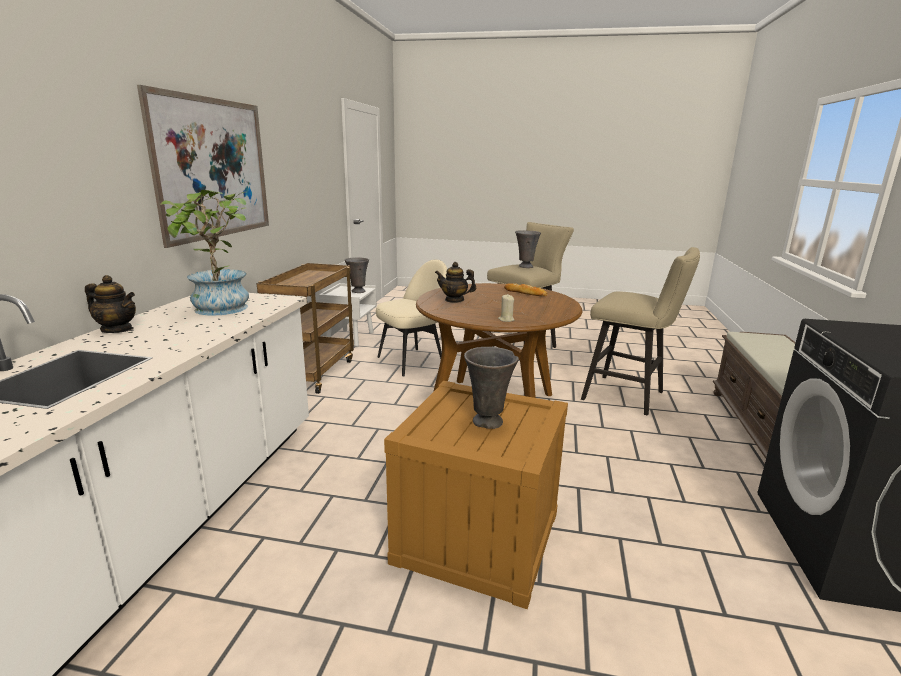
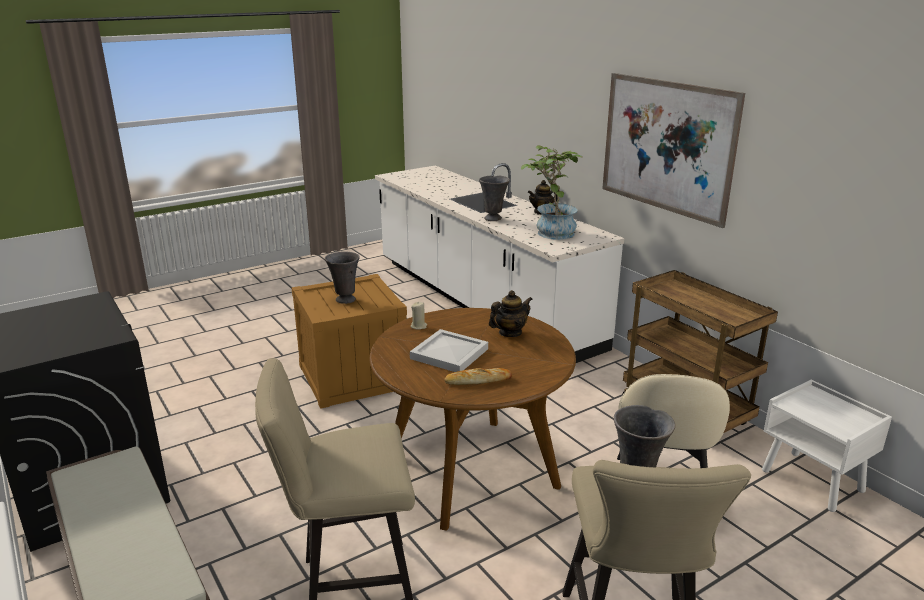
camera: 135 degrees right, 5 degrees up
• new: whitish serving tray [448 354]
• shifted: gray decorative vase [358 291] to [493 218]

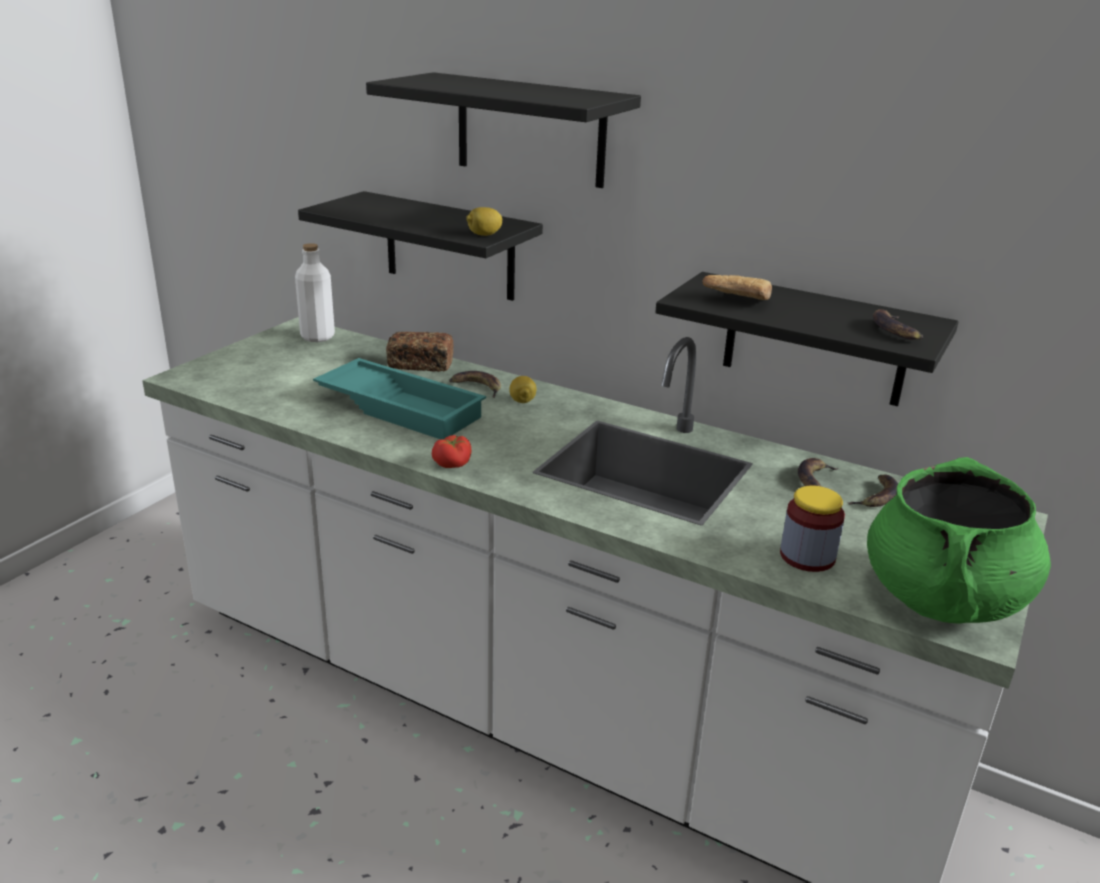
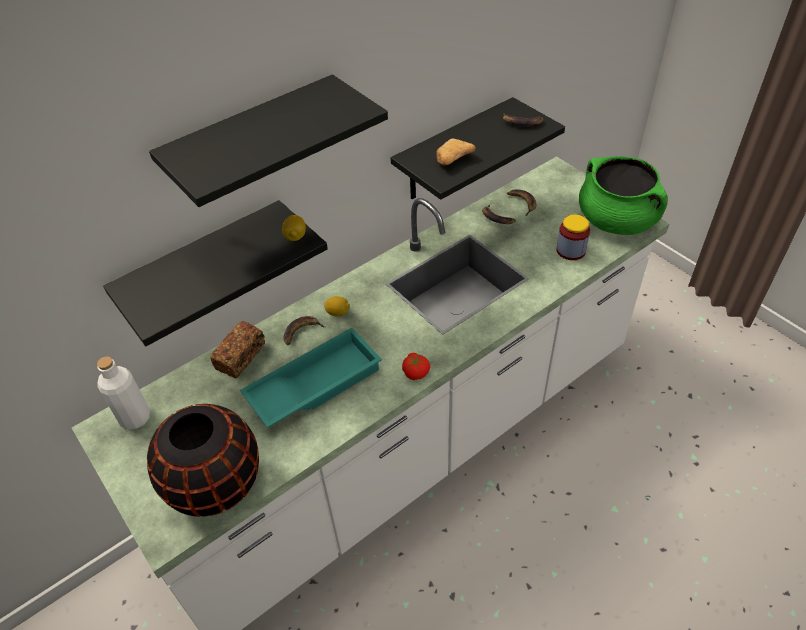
camera: 65 degrees left, 20 degrees up
• new: blackish decorative vase [215 484]

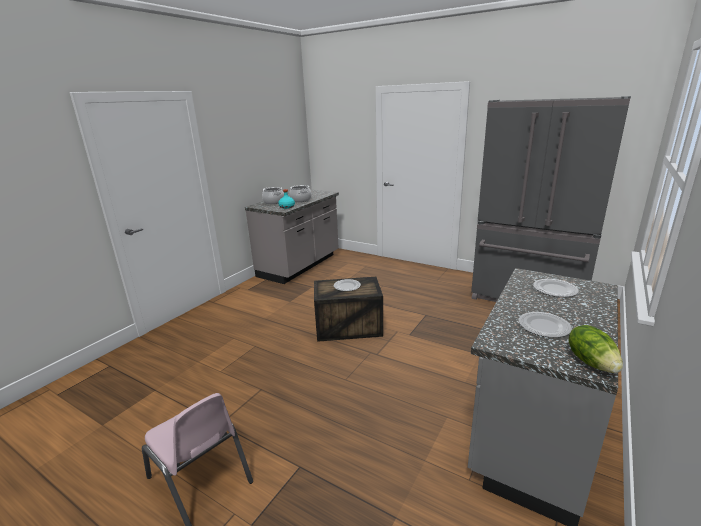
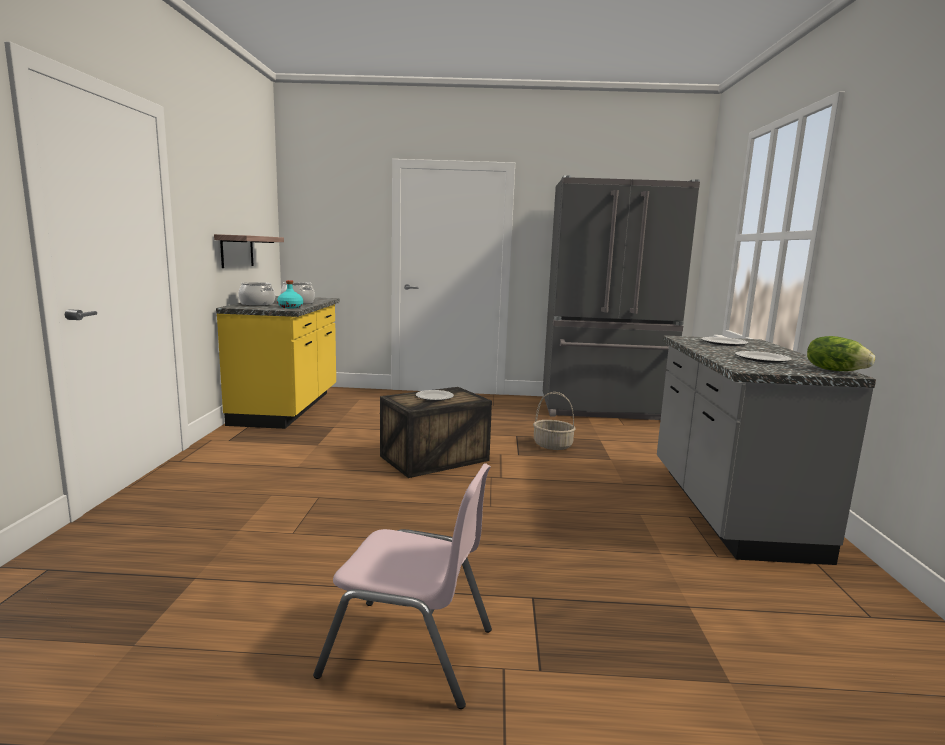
camera: 30 degrees left, 10 degrees down
• new: shelf [237 251]
• repainted: gray counter [300 266] to yellow counter [288 408]
• new: storage basket [553 445]

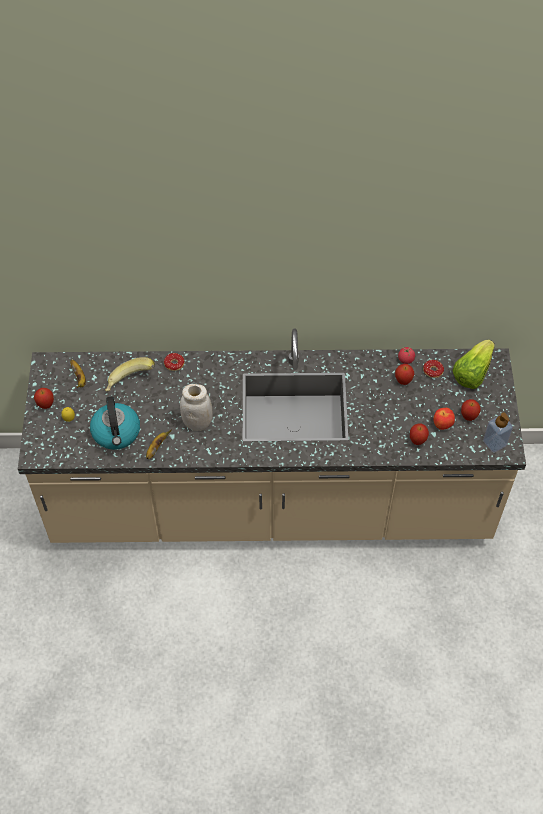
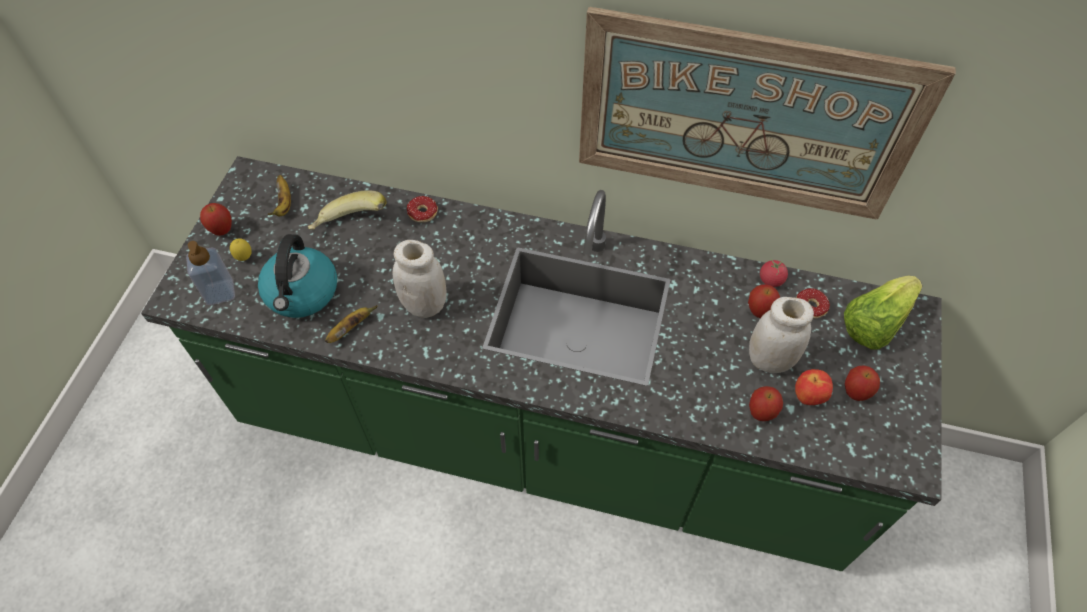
camera: 15 degrees right, 0 degrees up
• repainted: beige-coloured counter [271 504] to green-coloured counter [543 437]
• shifted: soap bottle [494 443] to [220 292]
• new: wall picture [744 117]
• new: whitish jar [769 360]

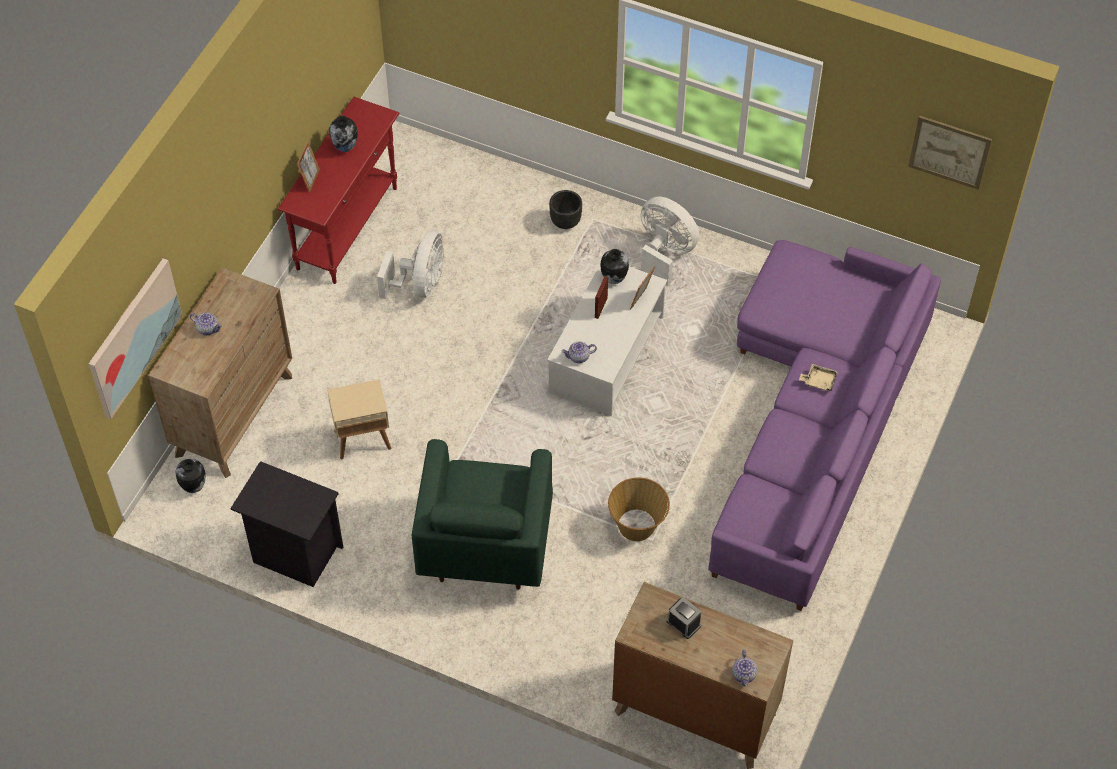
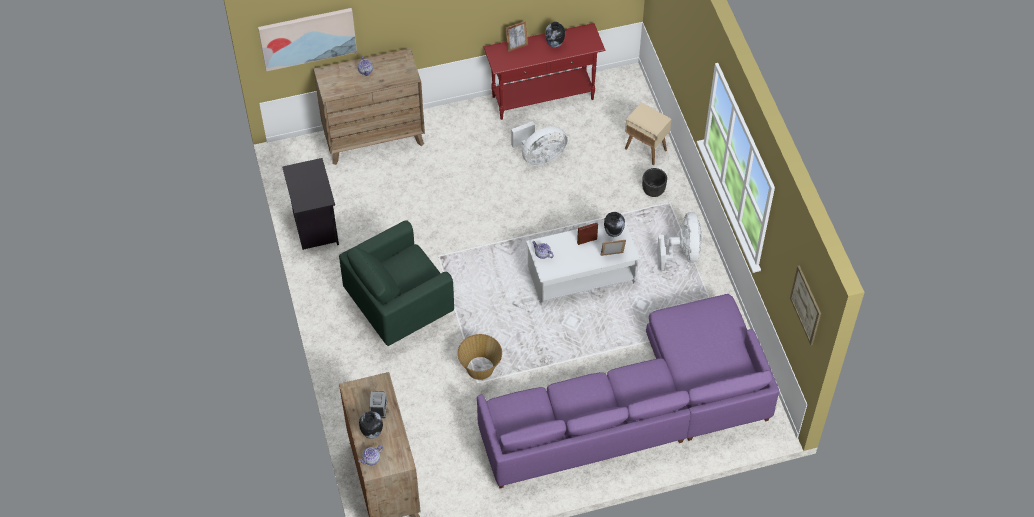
camera: 50 degrees right, 0 degrees up
• shifted: decorative vase [193 487] to [372 433]
• shifted: beige-coloured end table [363 439] to [646 149]
• gone: beige-coloured serving tray [819 381]

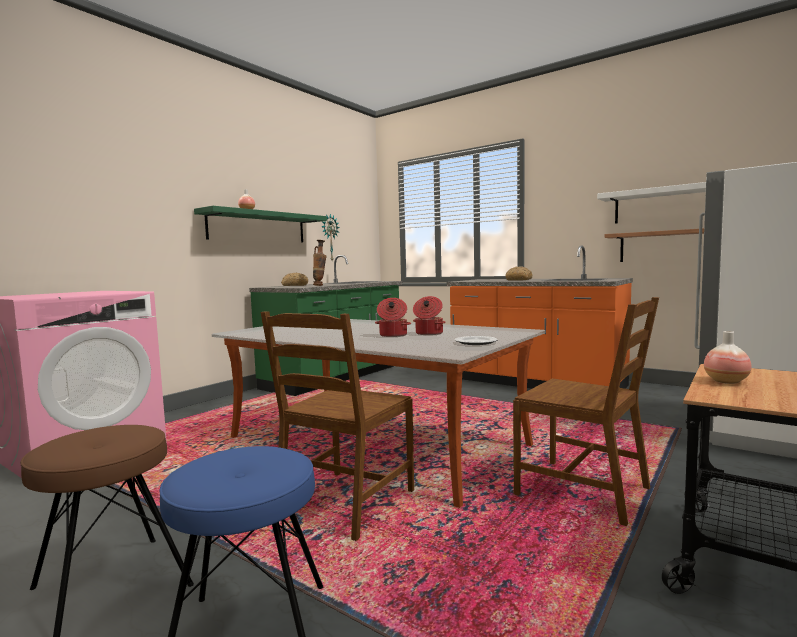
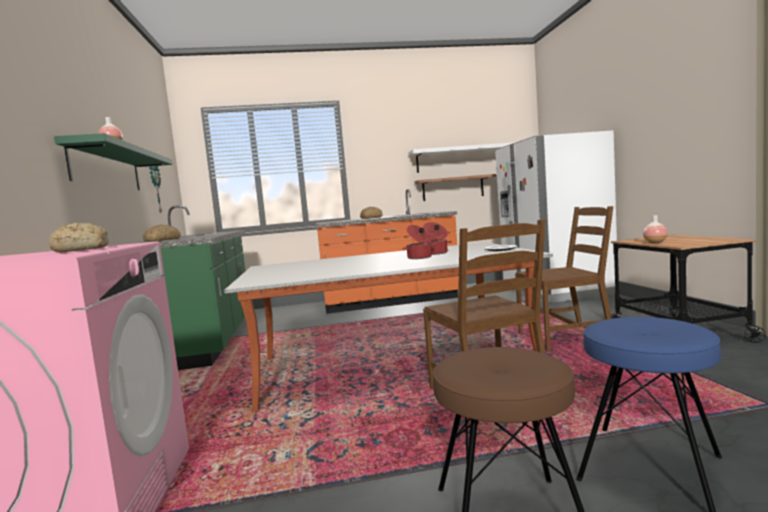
camera: 45 degrees left, 0 degrees up
• new: baked bread [80 250]
• gone: decorative vase [320 285]

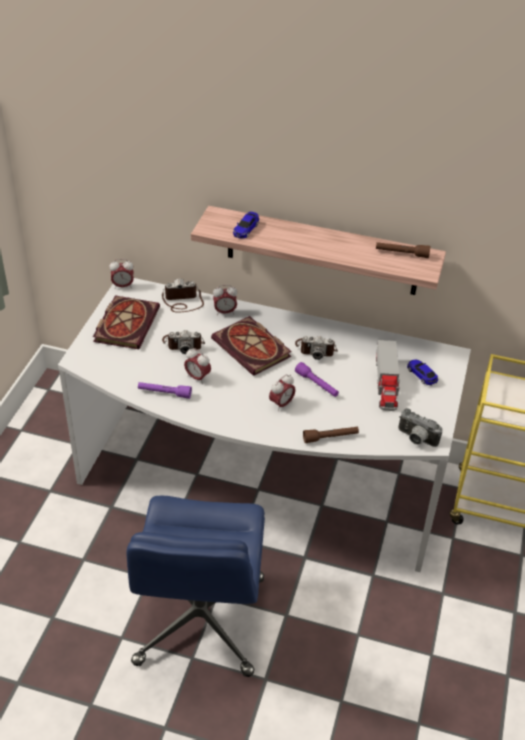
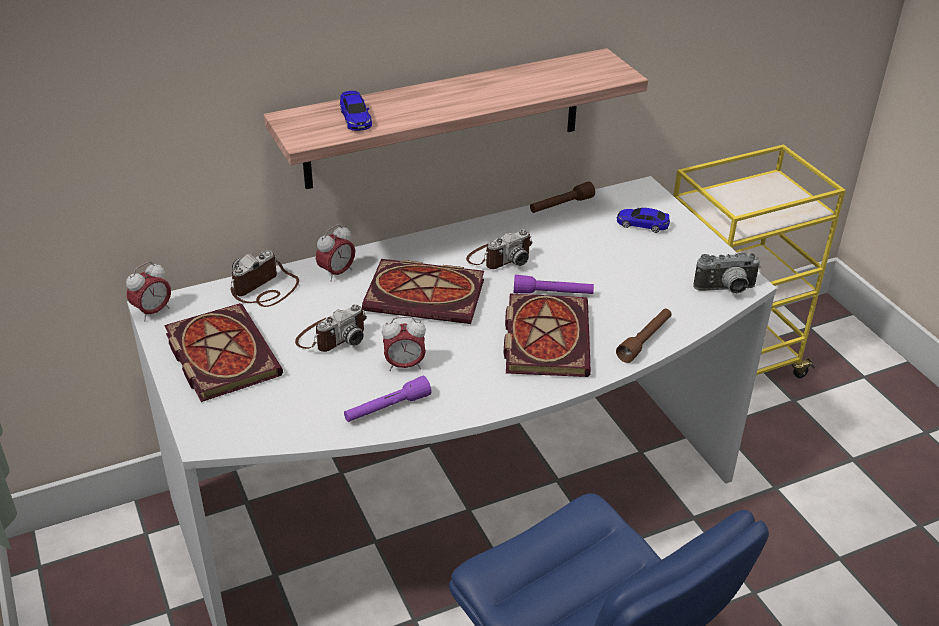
camera: 40 degrees left, 5 degrees down
• swapped: alarm clock [281 404] to book [544 337]
• shifted: brownish torch [401 254] to [561 206]
• gone: toy truck [386 383]

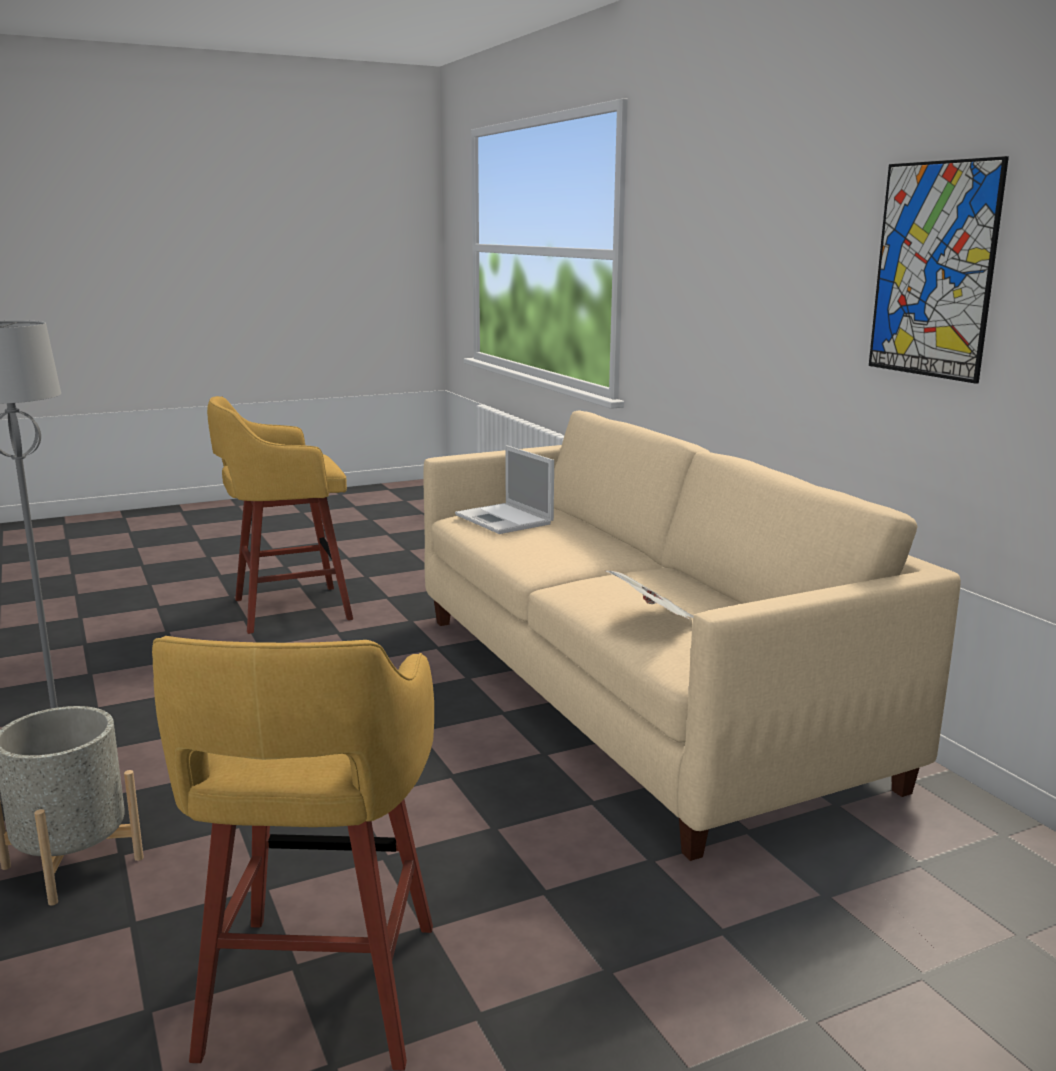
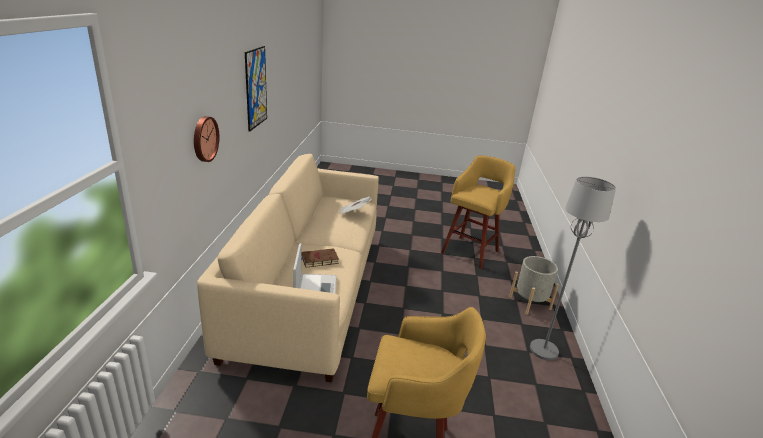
camera: 150 degrees left, 10 degrees up
• new: hanging clock [204 139]
• new: brownish book [318 260]

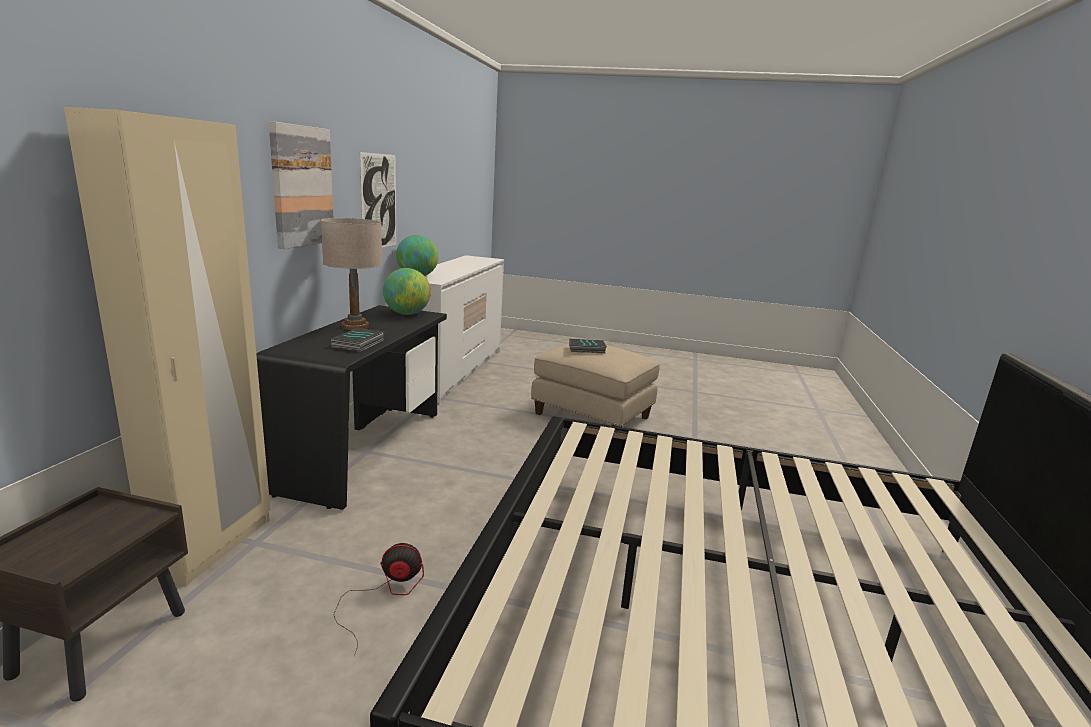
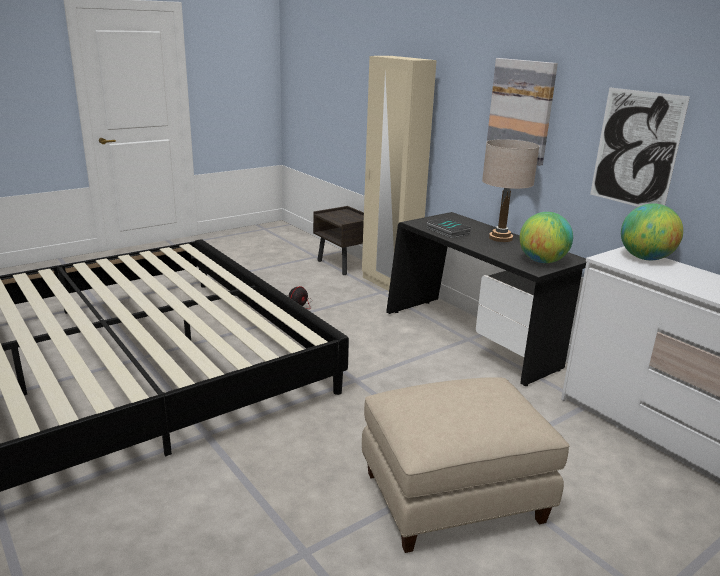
camera: 130 degrees right, 5 degrees up
• gone: book [586 349]

